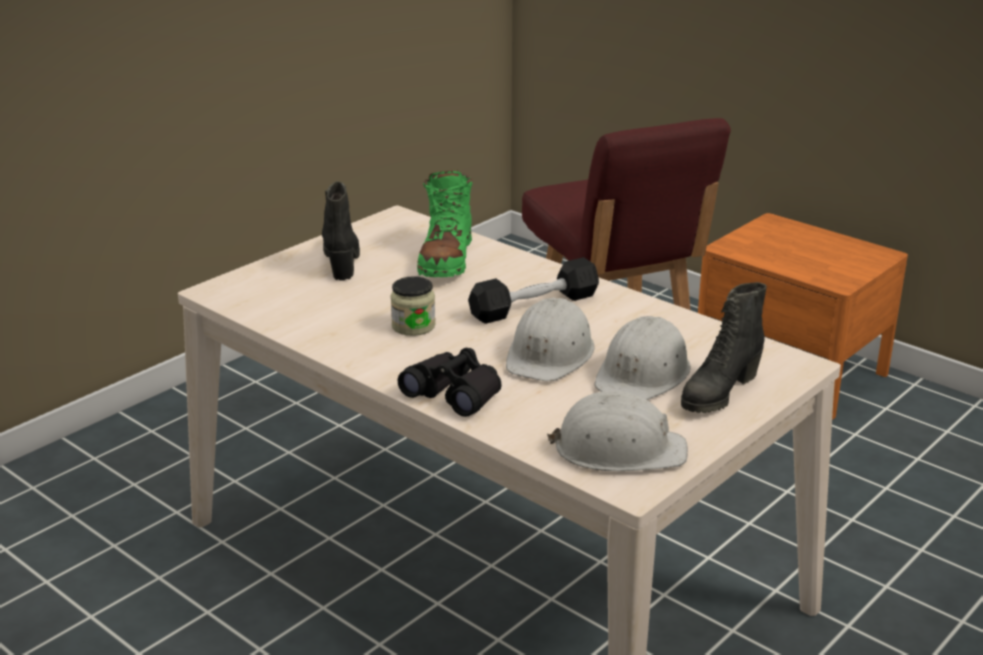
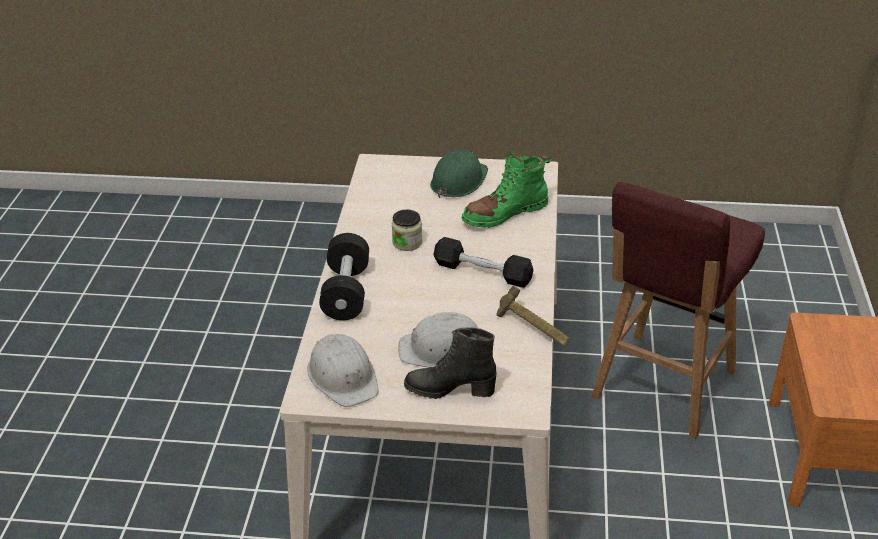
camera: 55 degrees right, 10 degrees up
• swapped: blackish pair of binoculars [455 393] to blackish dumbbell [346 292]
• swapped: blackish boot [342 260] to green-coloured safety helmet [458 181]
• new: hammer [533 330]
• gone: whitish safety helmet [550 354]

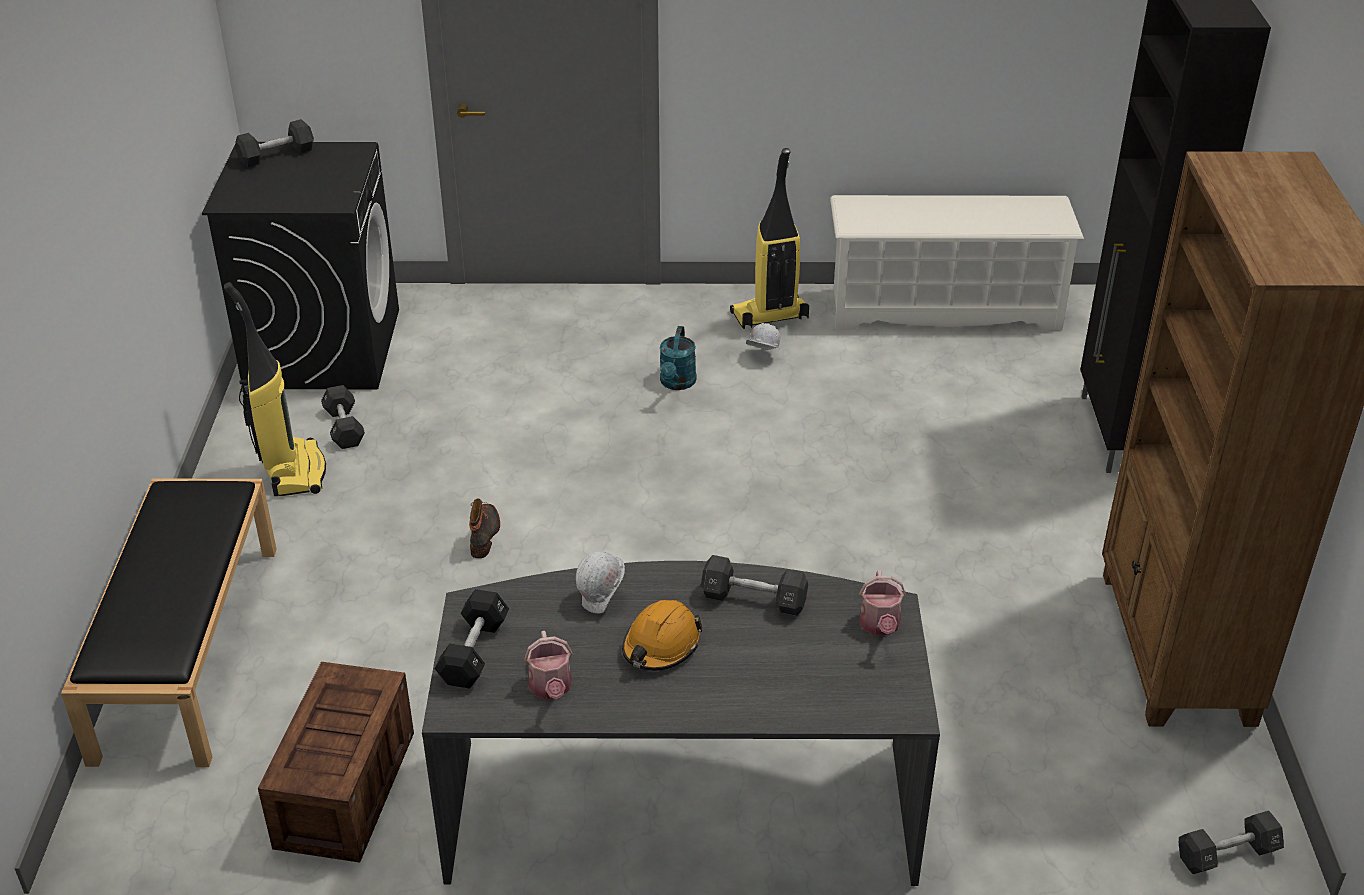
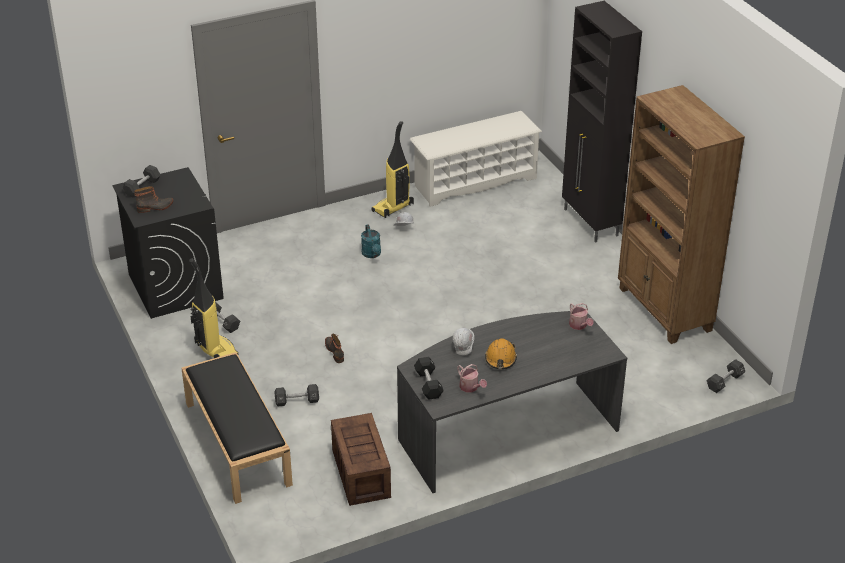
camera: 25 degrees left, 0 degrees up
• new: boot [155 207]
• shifted: blackish dumbbell [754 599] to [297 401]

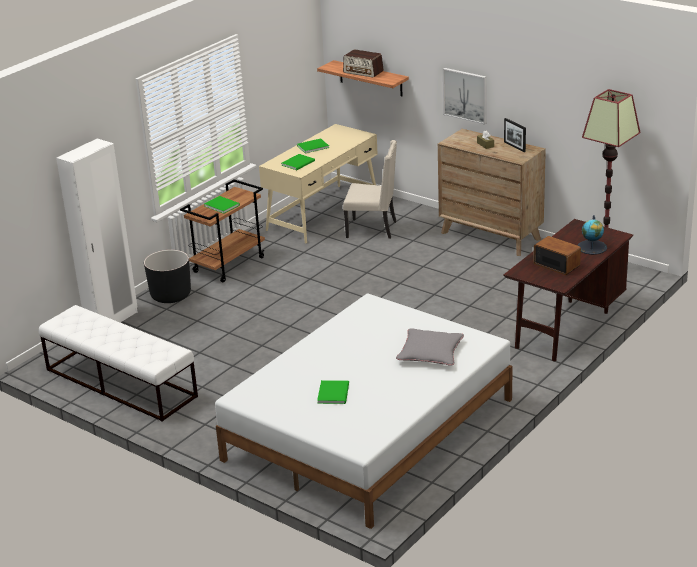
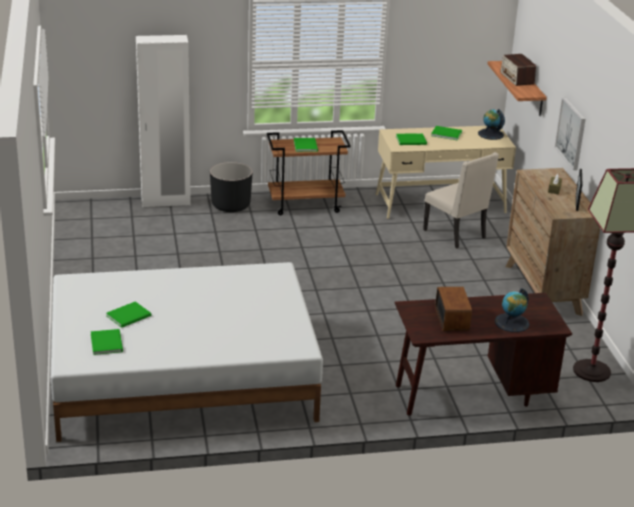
camera: 40 degrees right, 0 degrees up
• new: green-coloured book [107 342]
• new: desk globe [490 134]
• gone: whitish bench [120 383]
• gone: gray throw pillow [430 352]

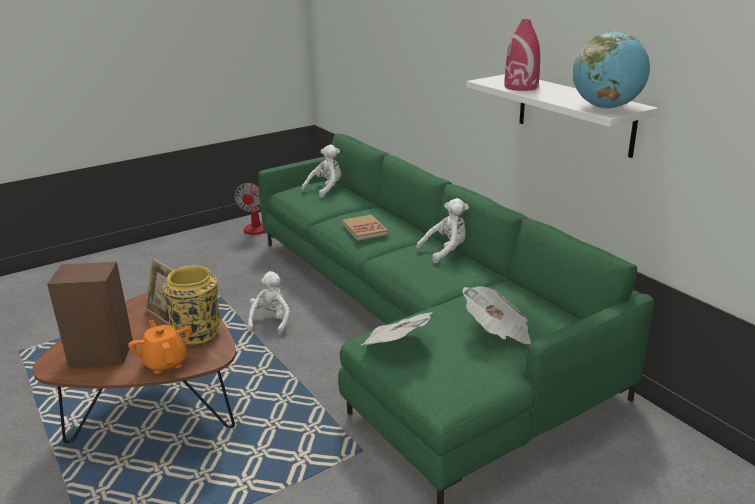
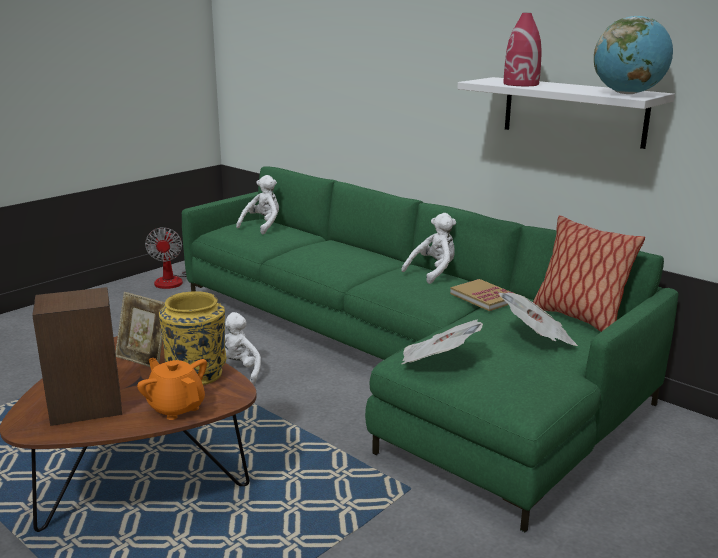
camera: 15 degrees left, 5 degrees down
• shifted: book [365 229] to [484 297]
• new: throw pillow [578 318]

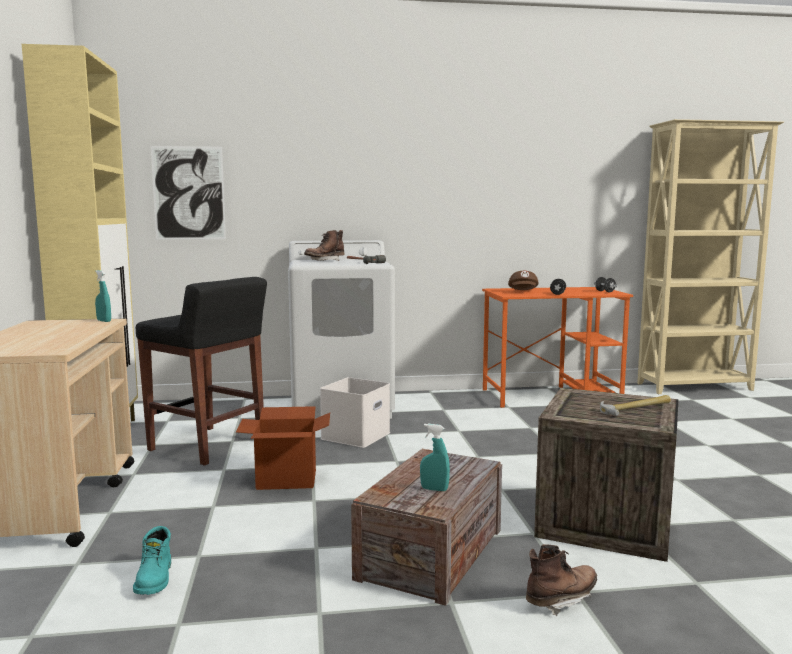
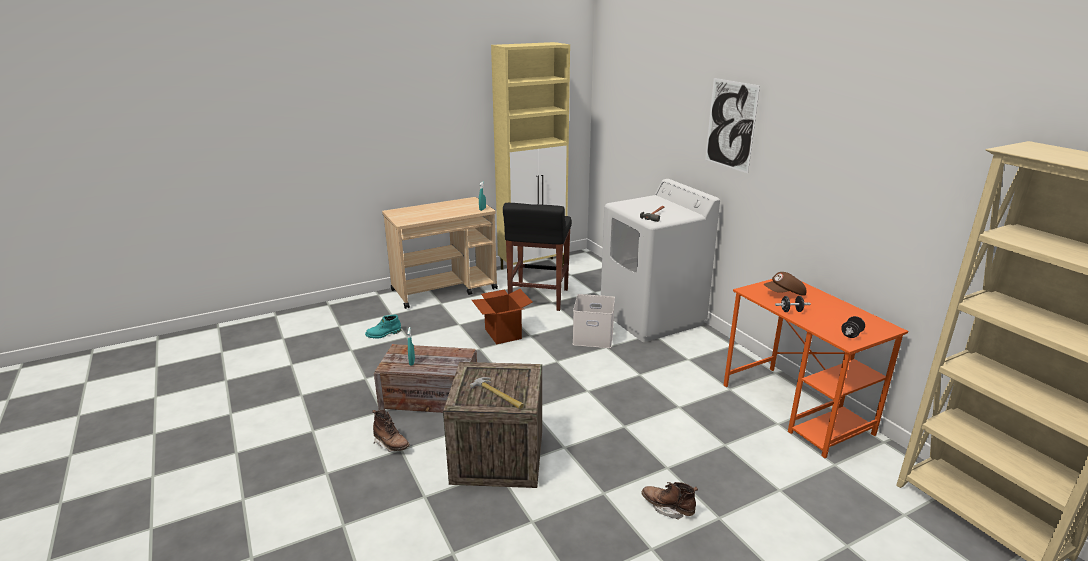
camera: 70 degrees right, 15 degrees up
• shifted: brownish boot [325 261] to [667 508]
• shifted: wall picture [188 193] to [730 125]

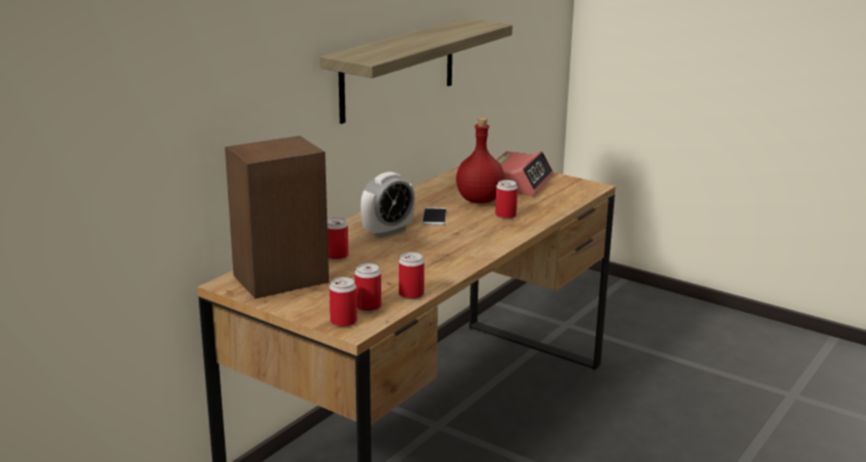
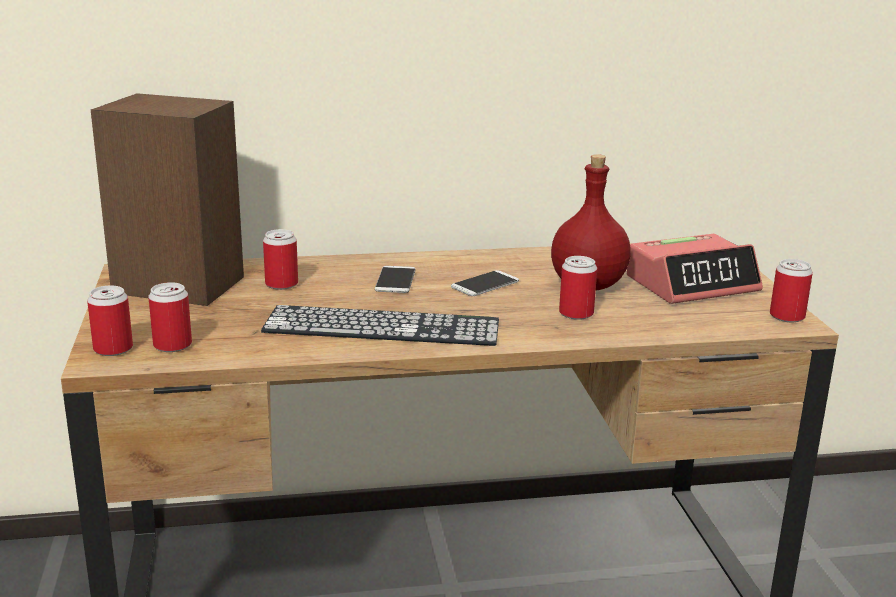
camera: 45 degrees right, 0 degrees up
• new: keyboard [382 326]
• swapped: alarm clock [388 231] to phone [395 280]
• shifted: can [411 294] to [787 316]
• gone: shelf [398 69]

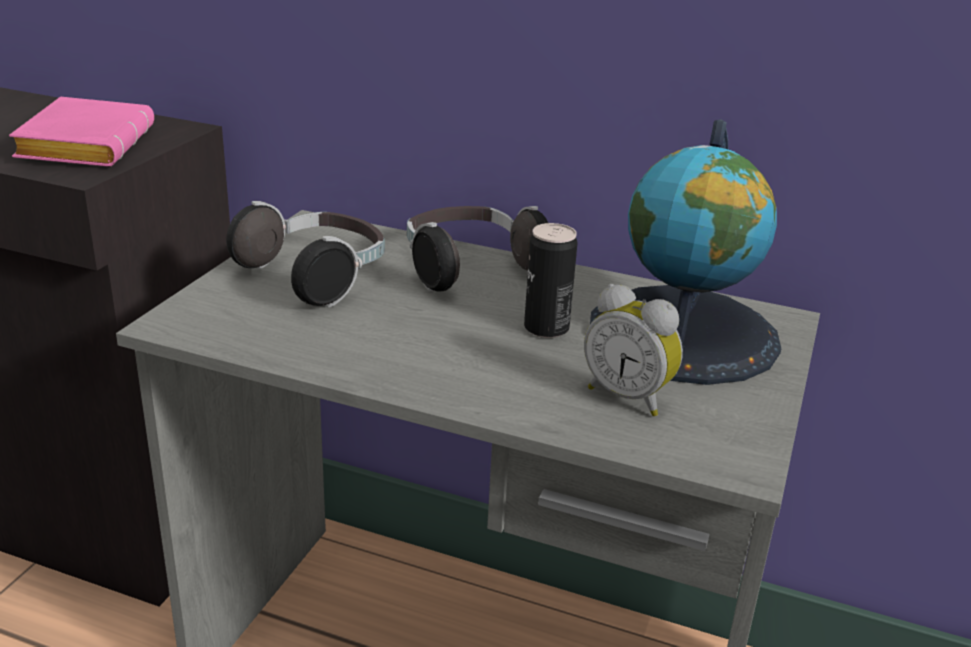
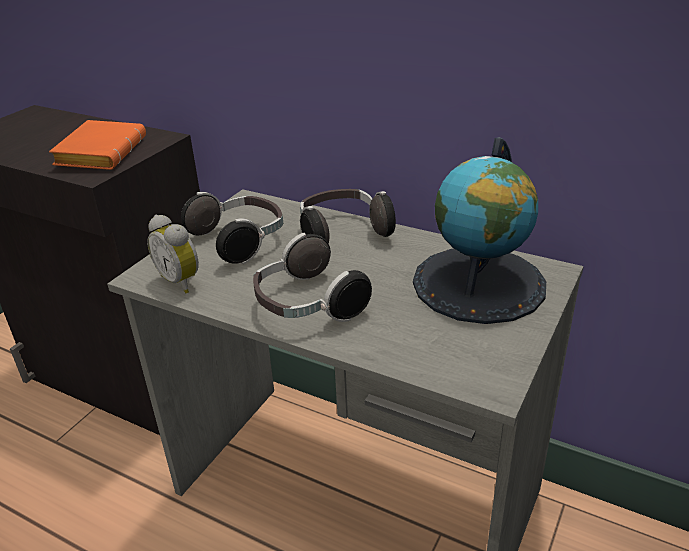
camera: 10 degrees right, 5 degrees up
• repainted: pink-coloured book [84 144] to orange book [100 152]
• shifted: alarm clock [629 396] to [182 281]
• new: headset [307 305]
• gone: can [546 328]

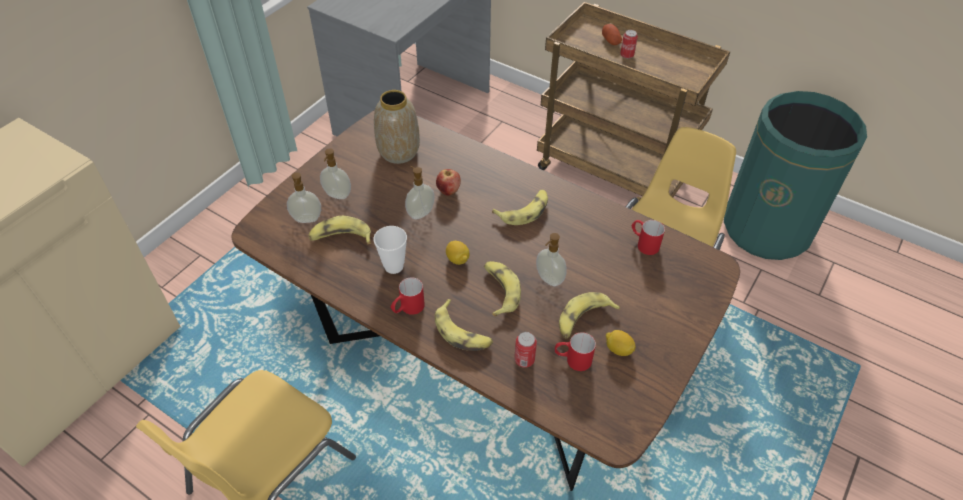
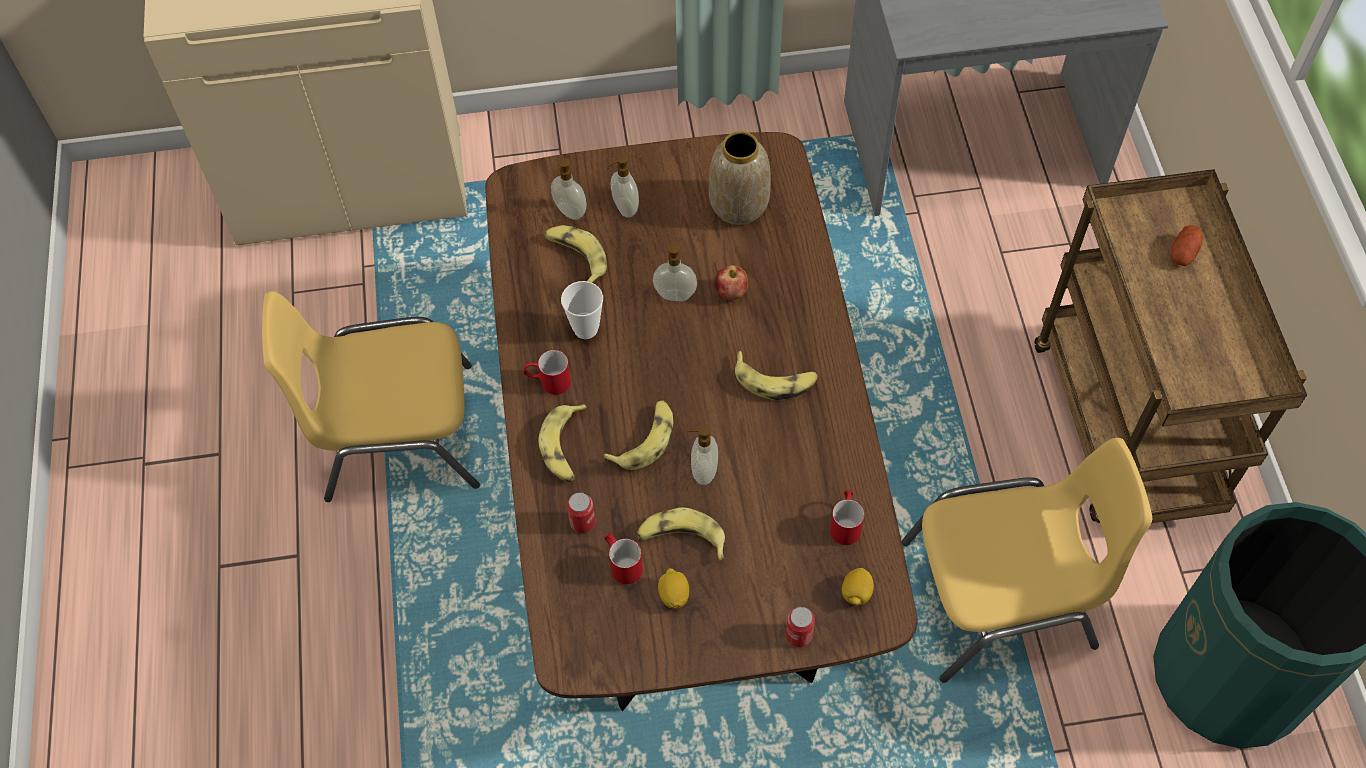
camera: 50 degrees right, 10 degrees up
• shifted: can [627 55] to [798 635]
• shifted: lemon [457 259] to [856 593]

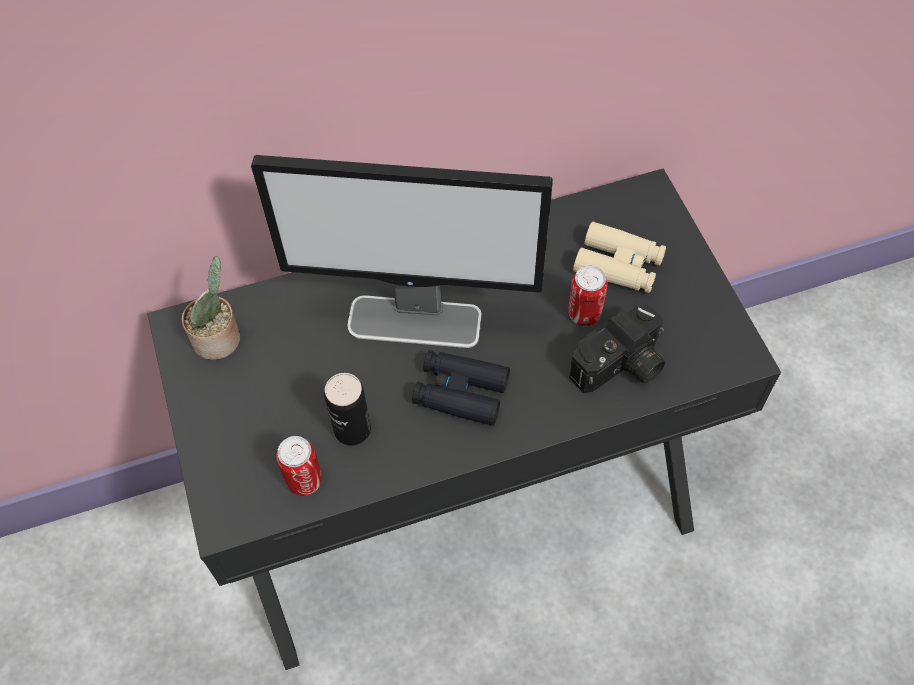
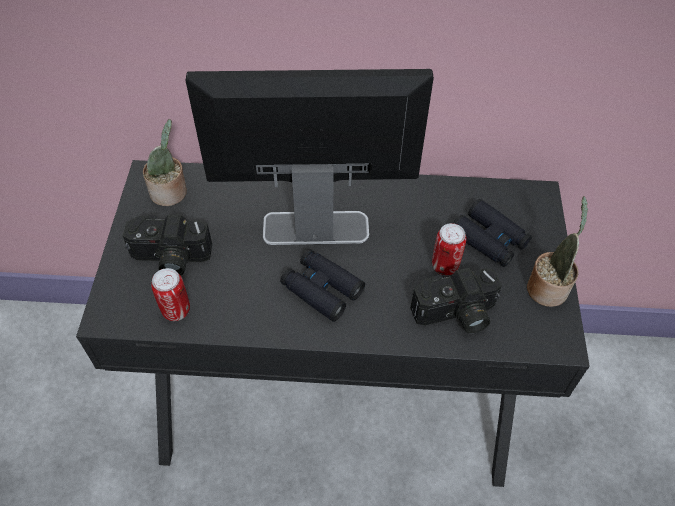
camera: 20 degrees right, 5 degrees down
• new: photo camera [170 258]
• rotated: computer display [416 321] = [314 228] 150 degrees clockwise
• repainted: beige-coloured pair of binoculars [618 265] to blackish pair of binoculars [489 239]
• new: potted plant [548 287]
• gone: can [352 429]

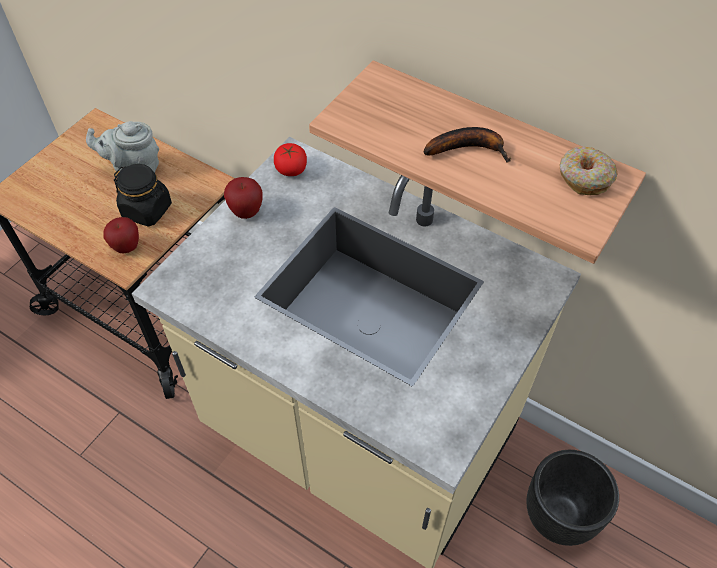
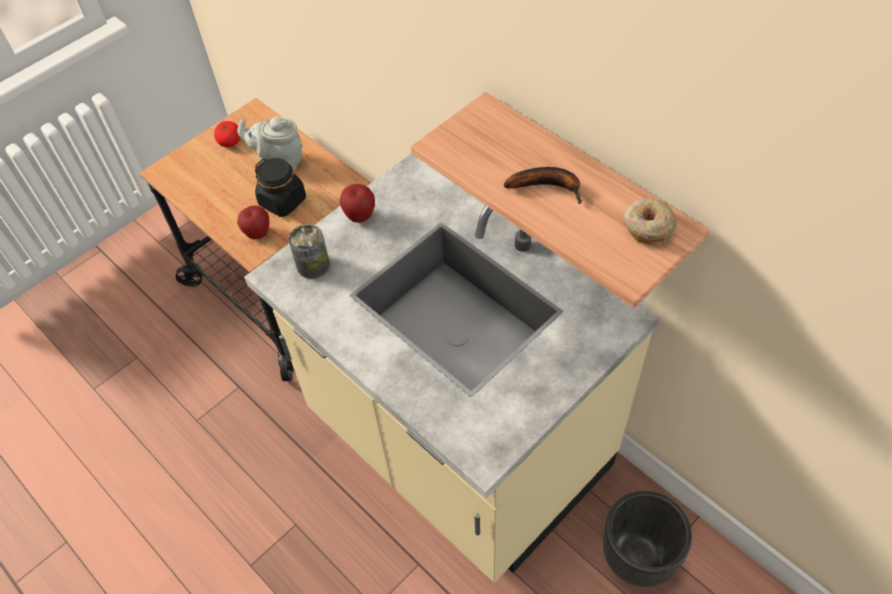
camera: 15 degrees right, 0 degrees up
• shifted: fresh tomato [291 169] to [230 141]
• new: can [313 265]

